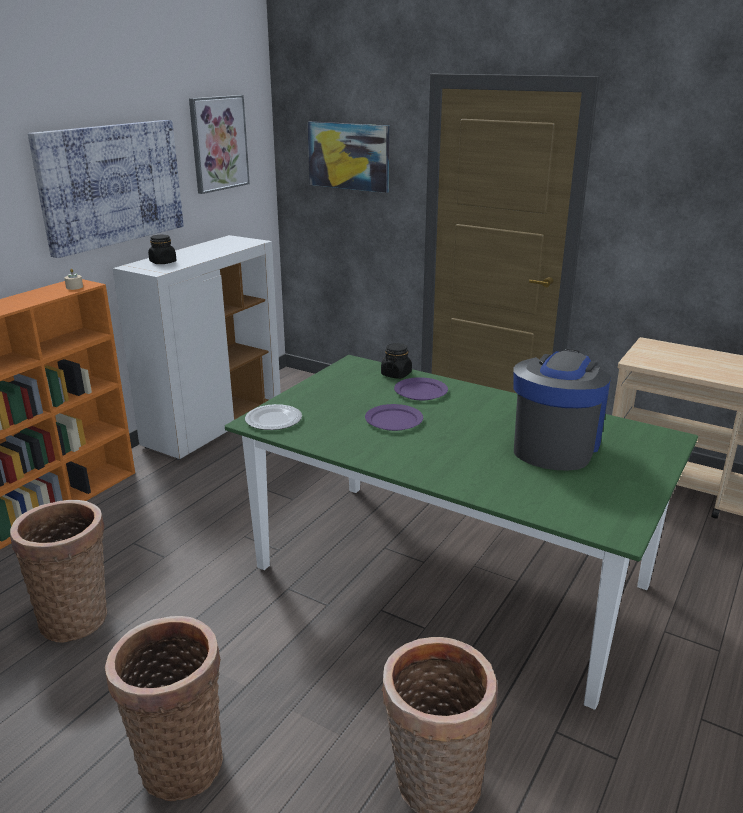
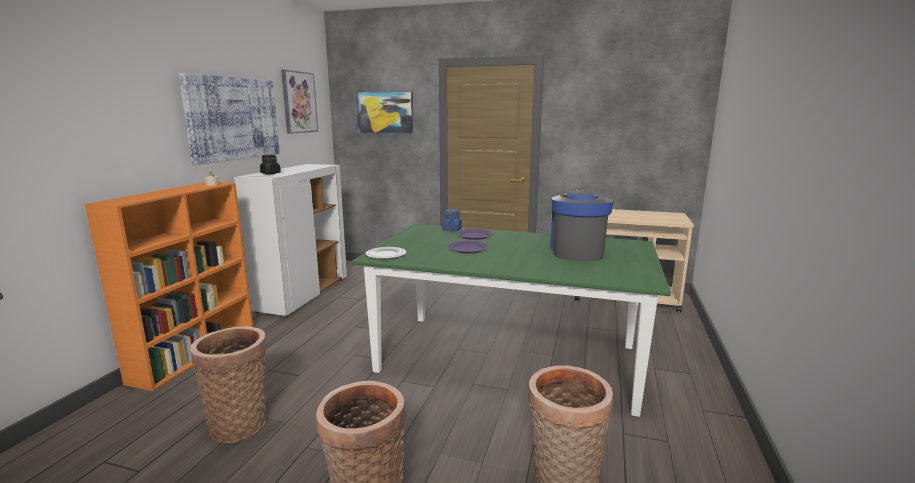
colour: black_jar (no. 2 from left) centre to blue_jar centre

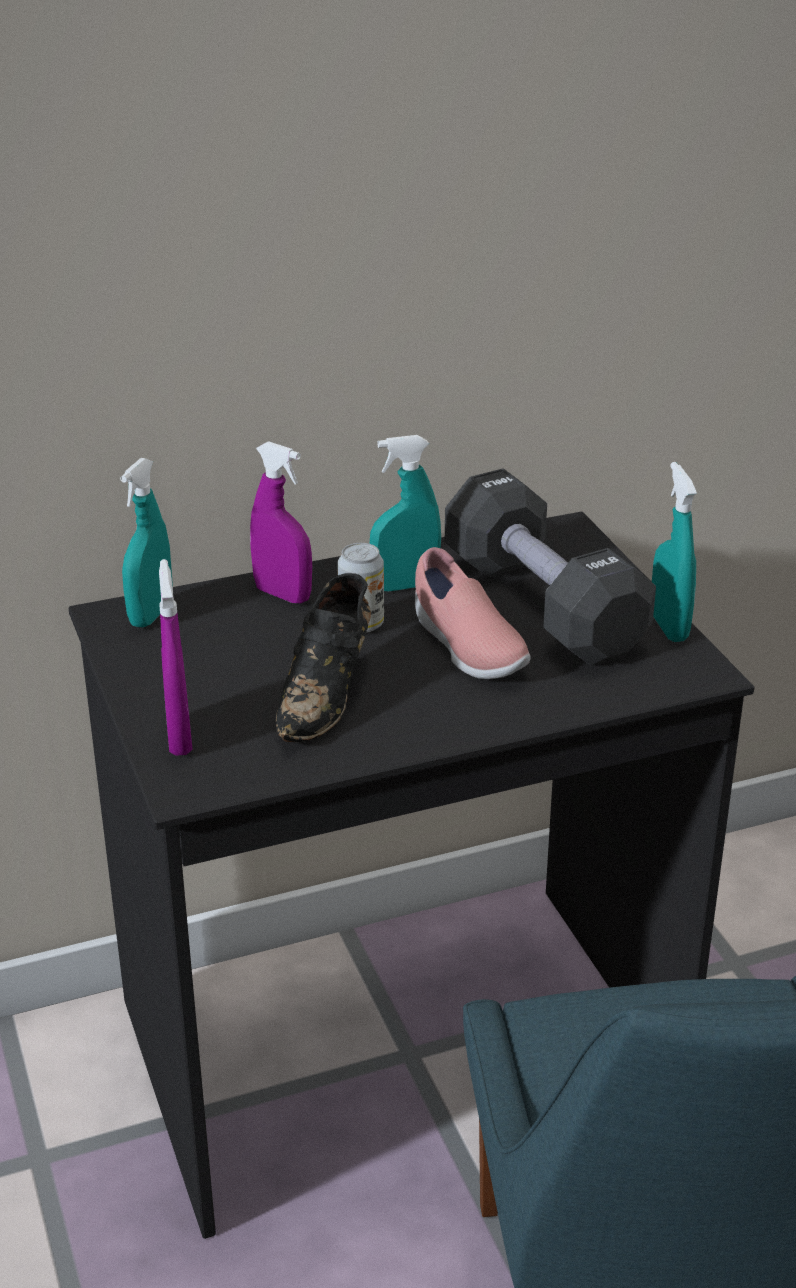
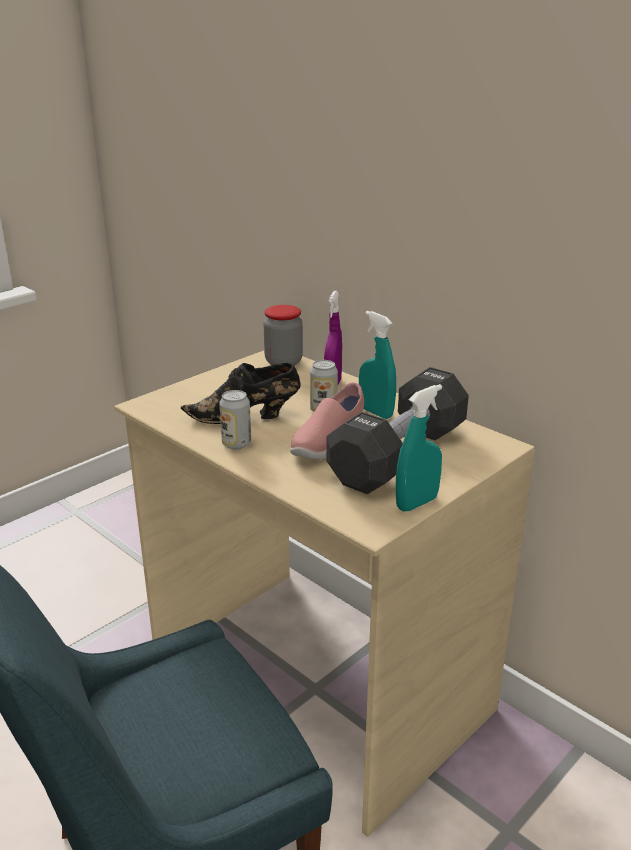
missing: purple_spray_bottle (no. 1 from left) middle left
appeared: can (no. 1 from left) centre
exchanged: turquoise_spray_bottle (no. 1 from left) middle left to jar centre
colour: black_desk bottom centre to beige_desk bottom centre

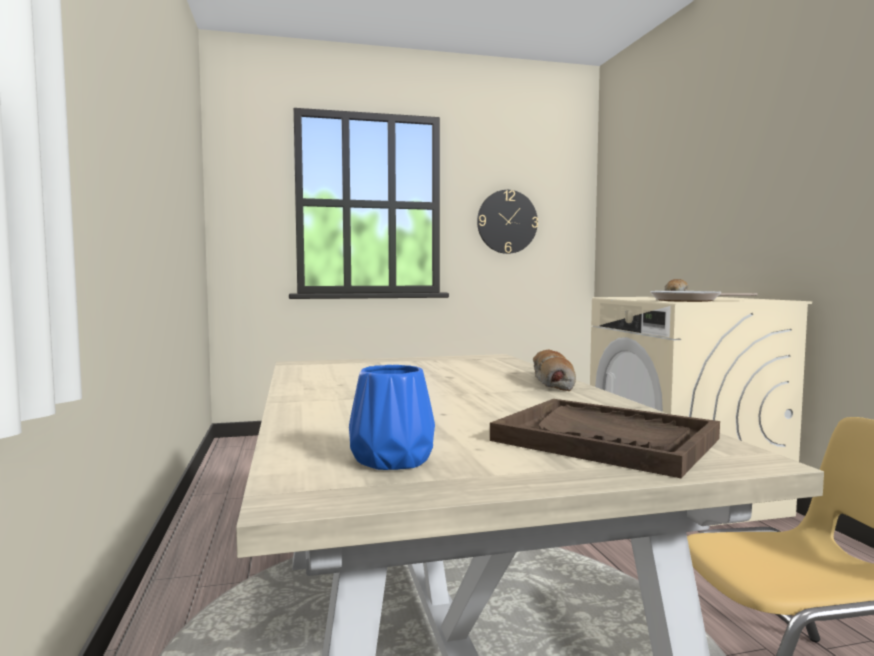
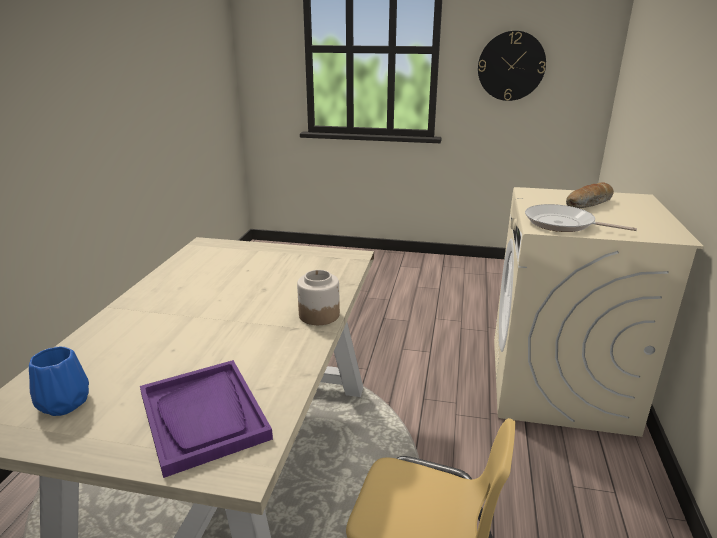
exchanged: bread (no. 1 from left) centre to jar centre
colour: brown_tray bottom right to purple_tray bottom left

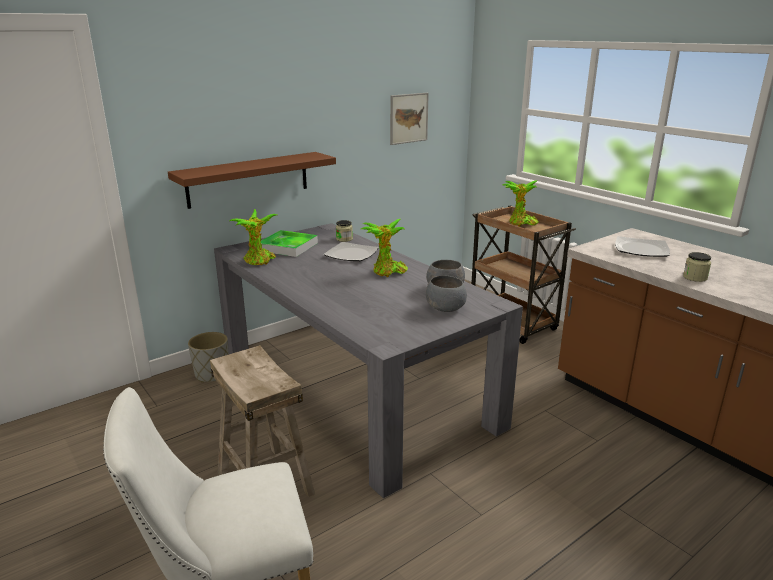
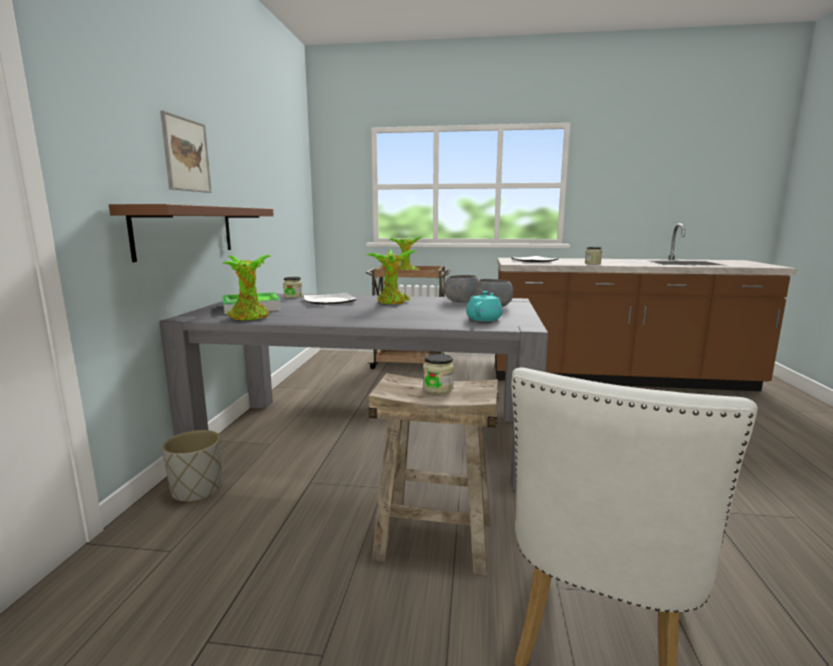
appeared: turquoise_teapot centre; jar (no. 2 from left) centre
relocated: picture top centre to top left

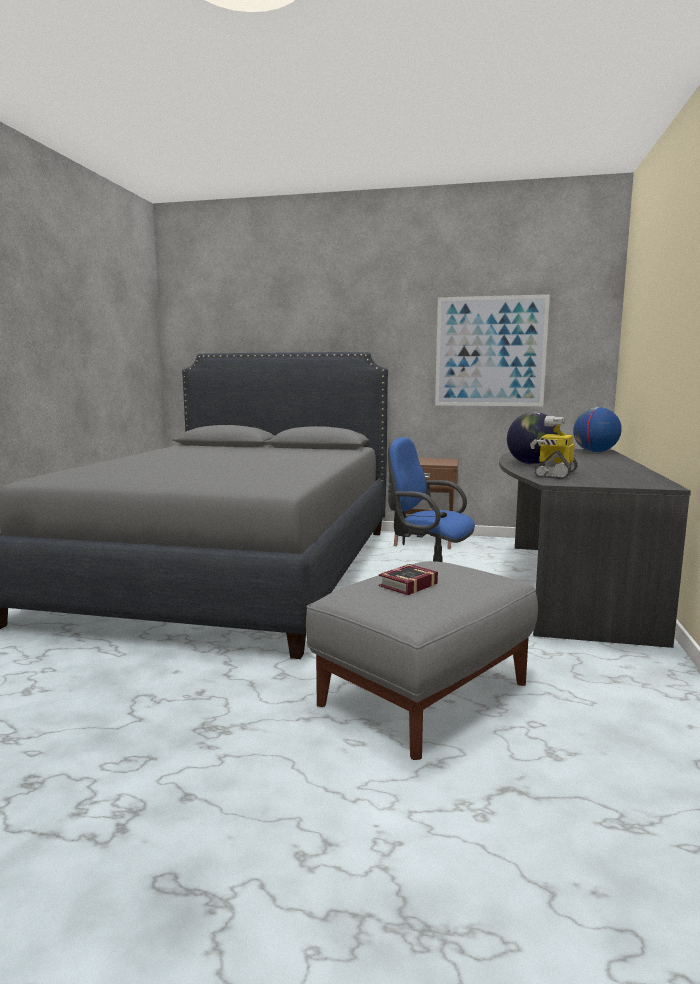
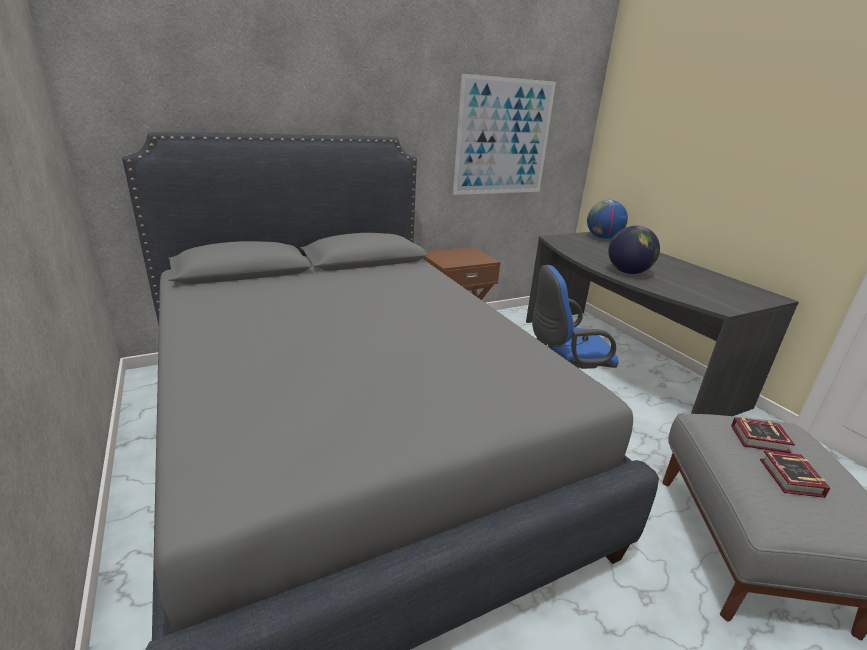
missing: toy_robot middle right
appeared: book (no. 1 from left) bottom right

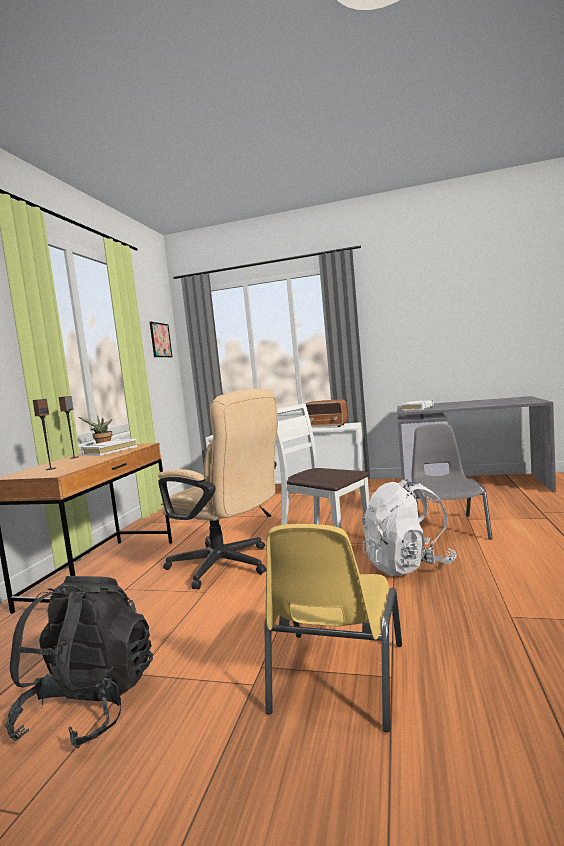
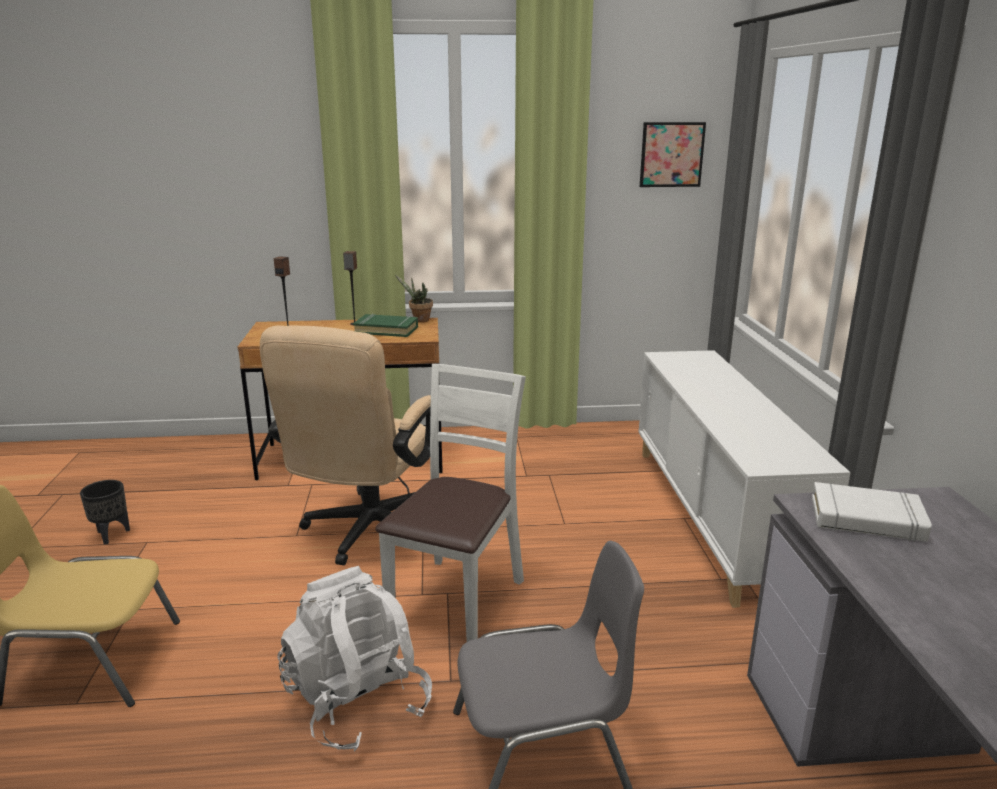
missing: radio centre
exchanged: black_backpack bottom left to black_planter middle left
colour: white_book (no. 1 from left) middle left to green_book centre

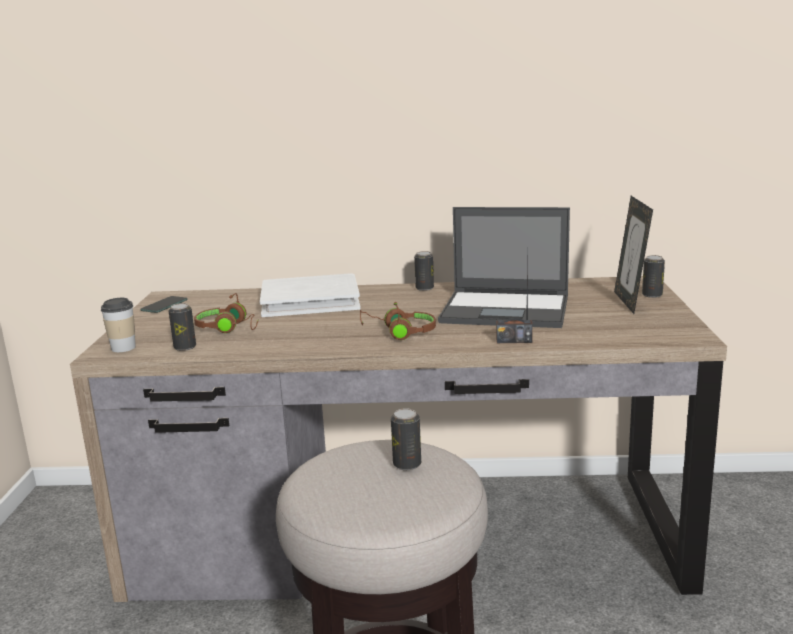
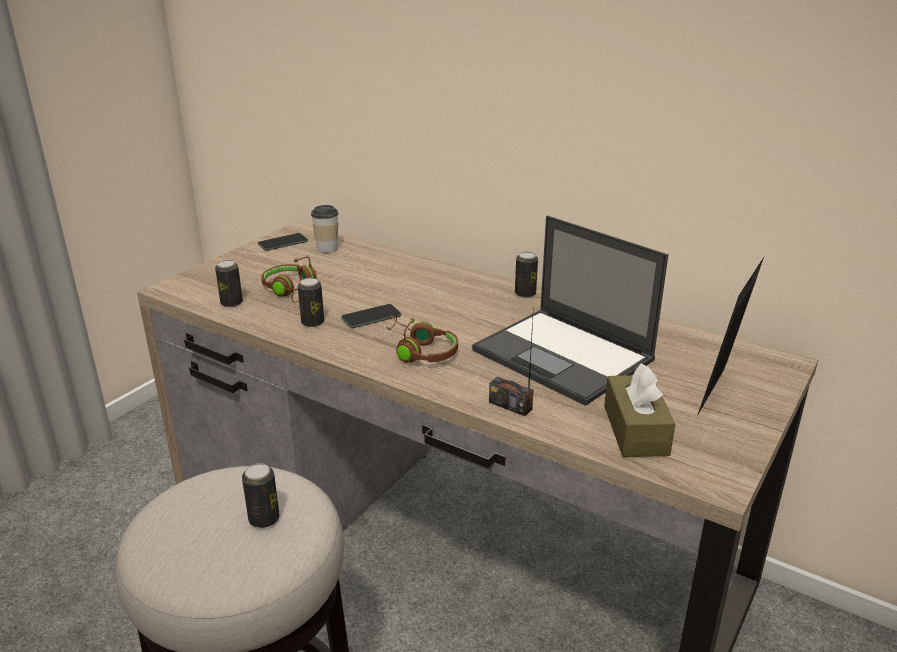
missing: white_book centre
appeared: phone (no. 2 from left) centre; brown_tissue_box middle right
relocated: can (no. 4 from left in the first image) middle right to can (no. 3 from left) centre; cup middle left to centre

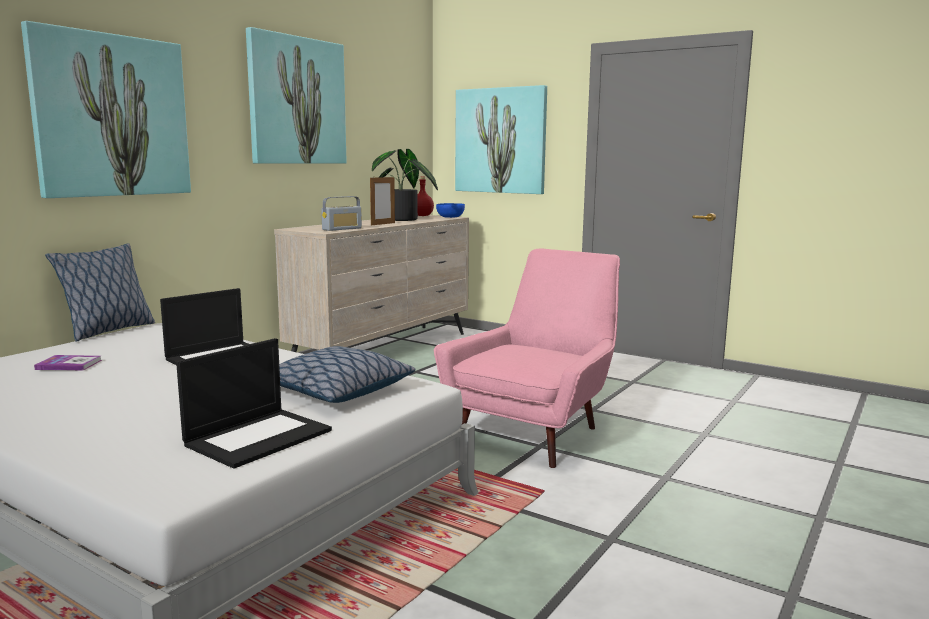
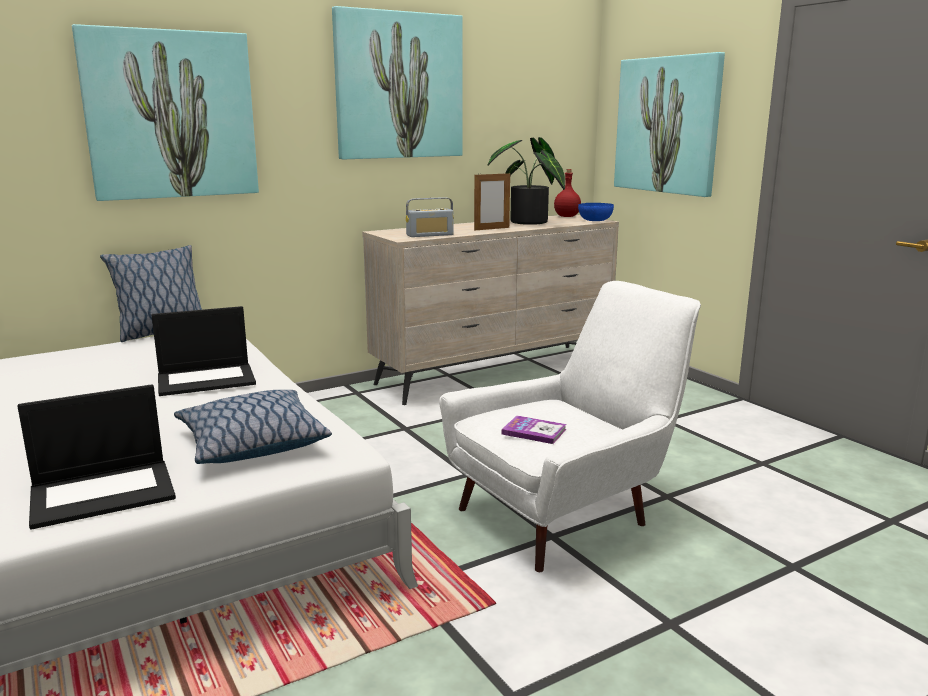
relocated: book middle left to centre
colour: pink_armchair centre to white_armchair centre

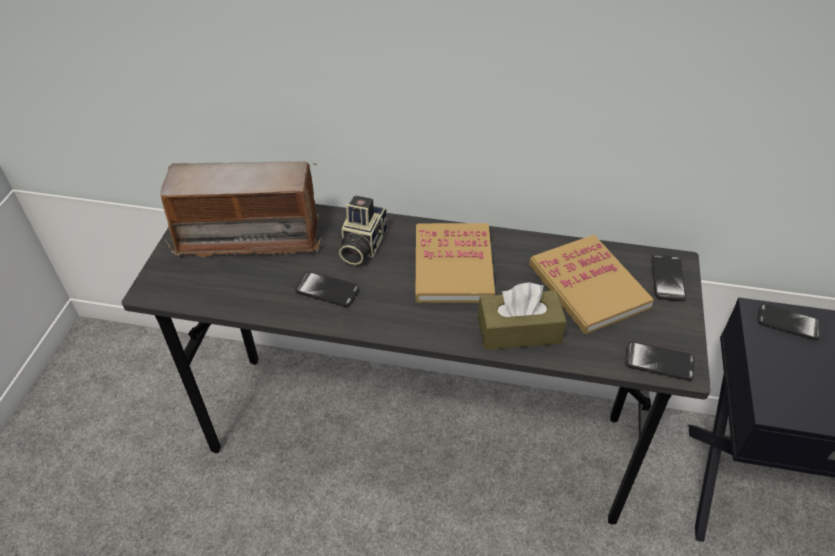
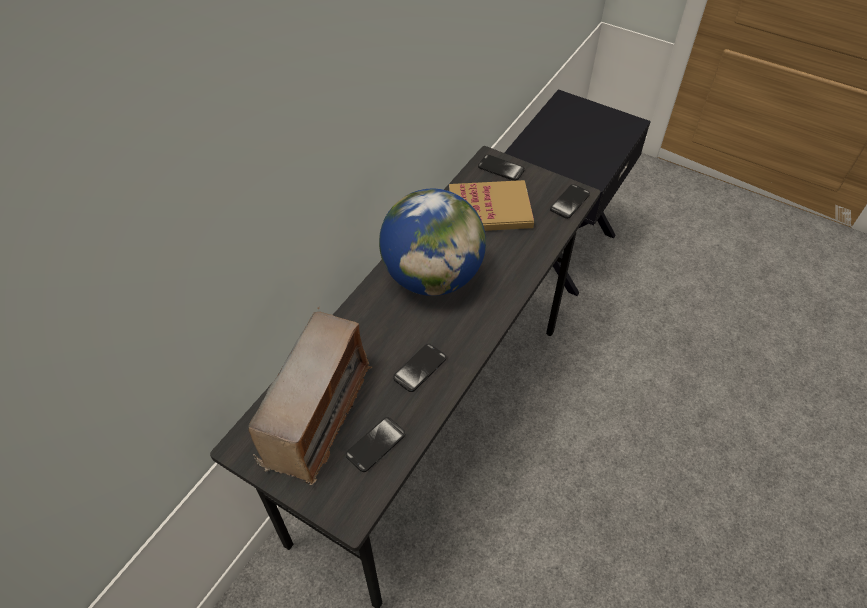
missing: photo_camera centre; brown_tissue_box centre
relocated: phone (no. 4 from left in the first image) middle right to phone (no. 1 from left) bottom centre
exchanged: book (no. 1 from left) centre to globe centre

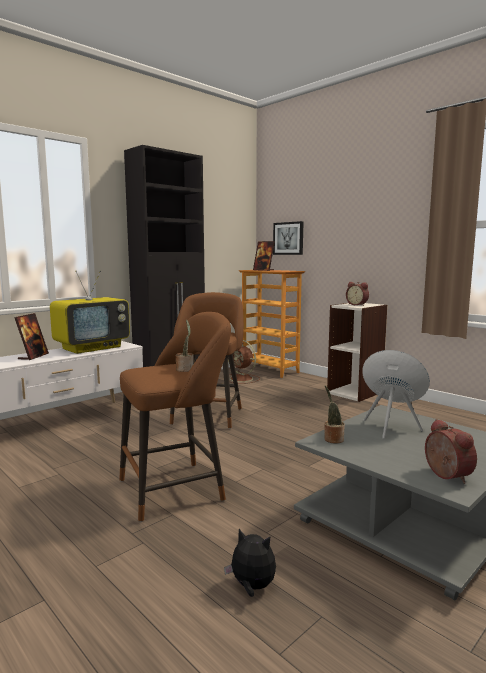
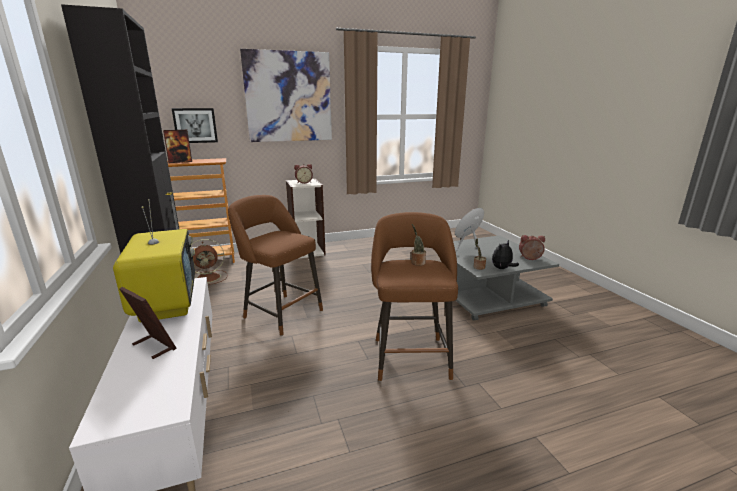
appeared: picture (no. 2 from left) top centre
relocated: plush_toy bottom centre to middle right

